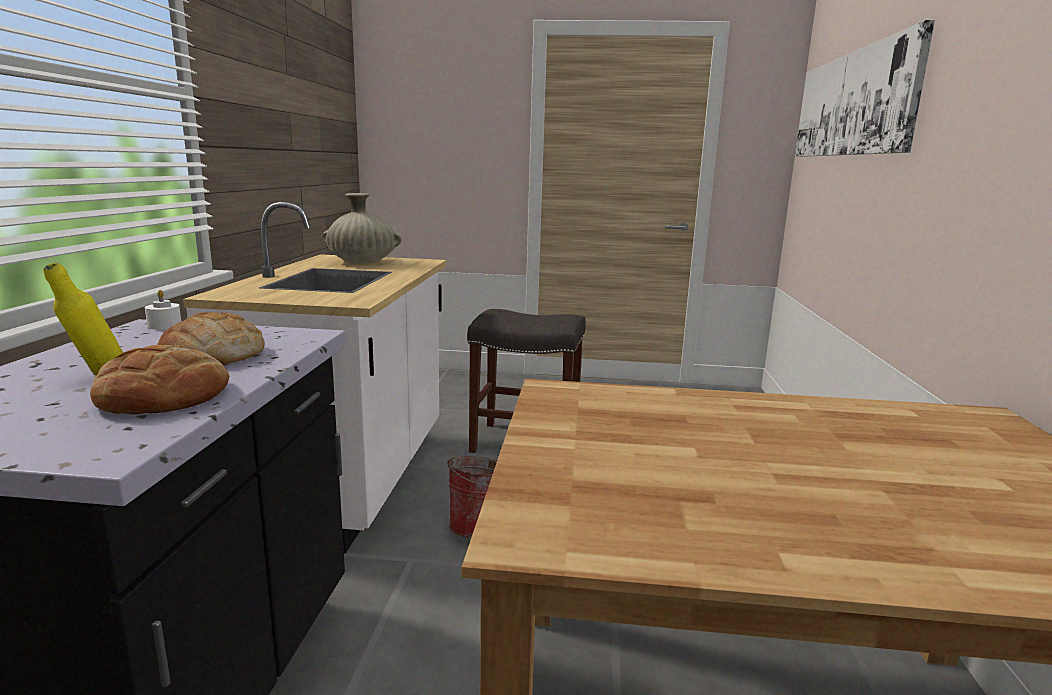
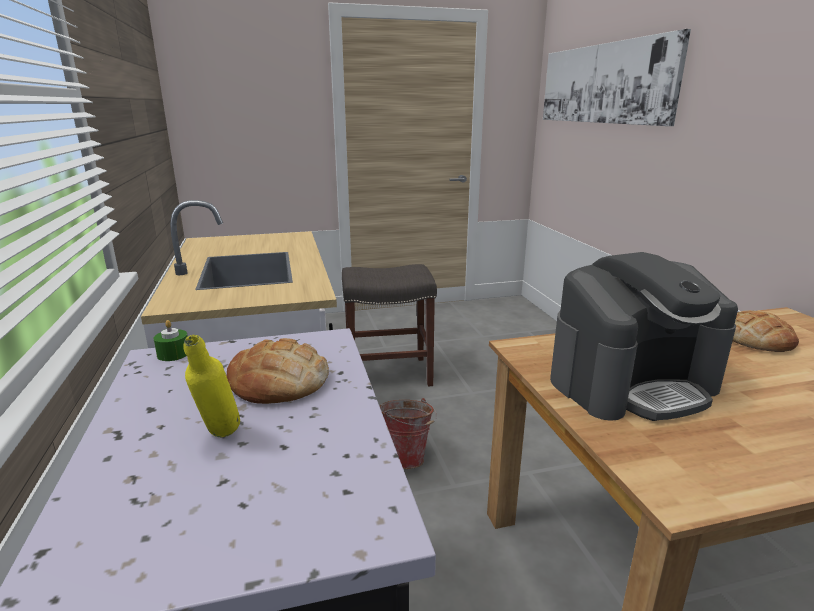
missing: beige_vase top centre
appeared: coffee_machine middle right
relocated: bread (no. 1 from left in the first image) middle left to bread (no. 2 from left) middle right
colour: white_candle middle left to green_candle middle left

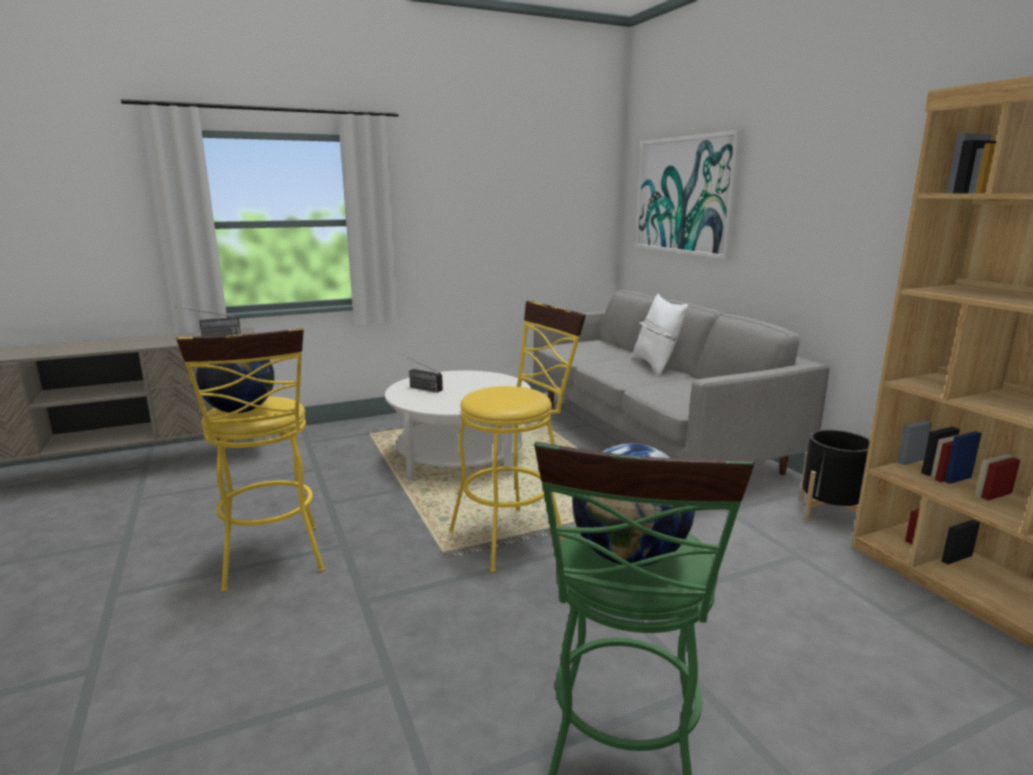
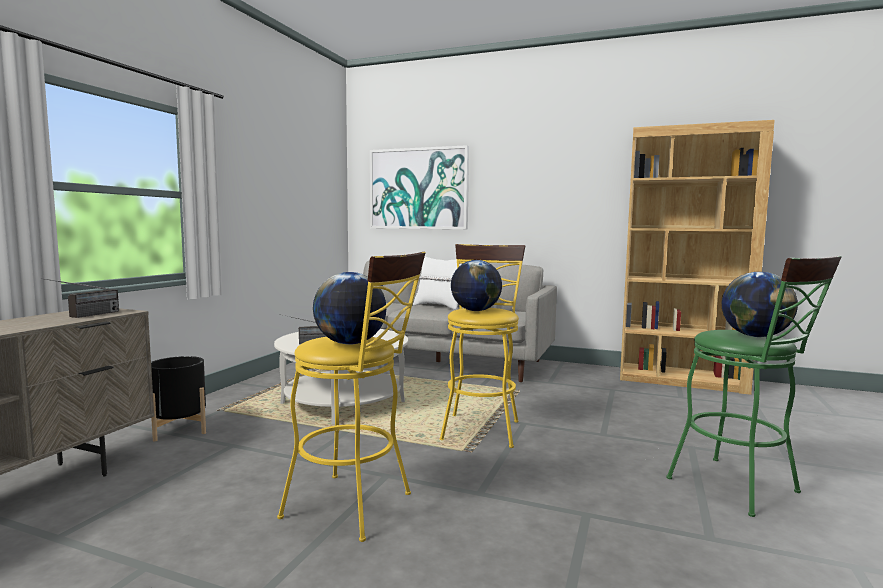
appeared: globe (no. 2 from left) centre
relocated: black_planter middle right to bottom left

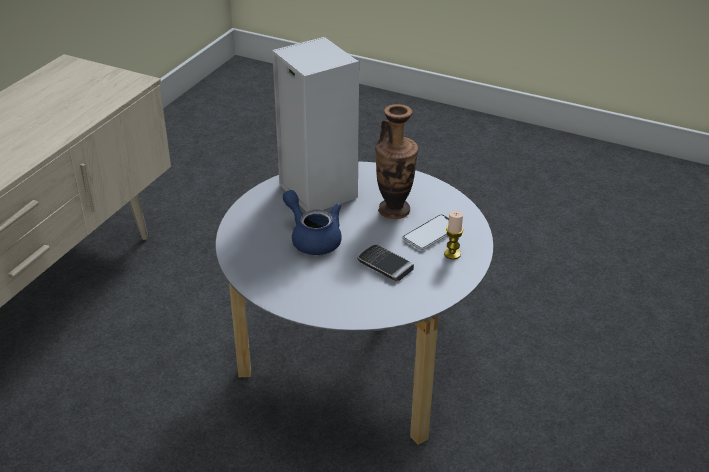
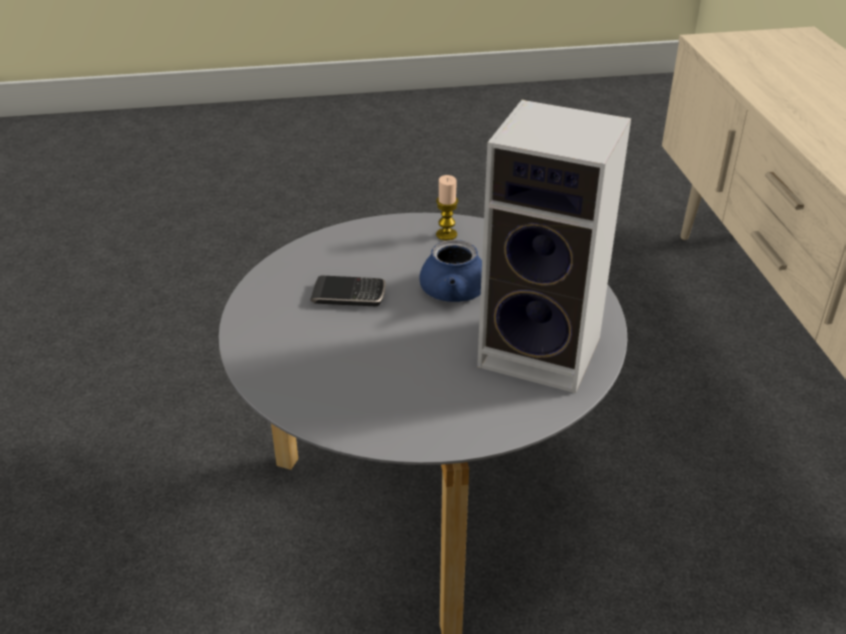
missing: vase centre; phone (no. 2 from left) centre
relocated: candle centre to top centre

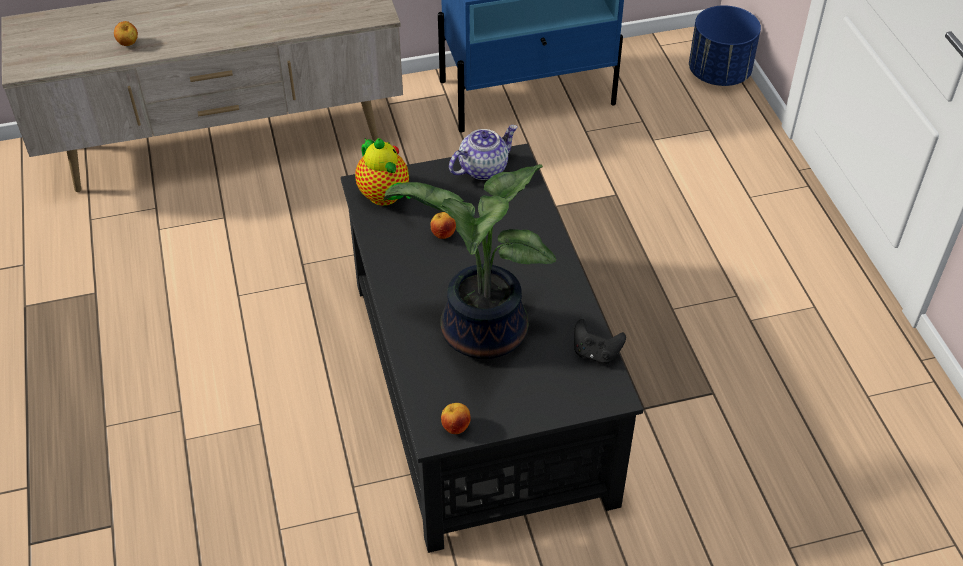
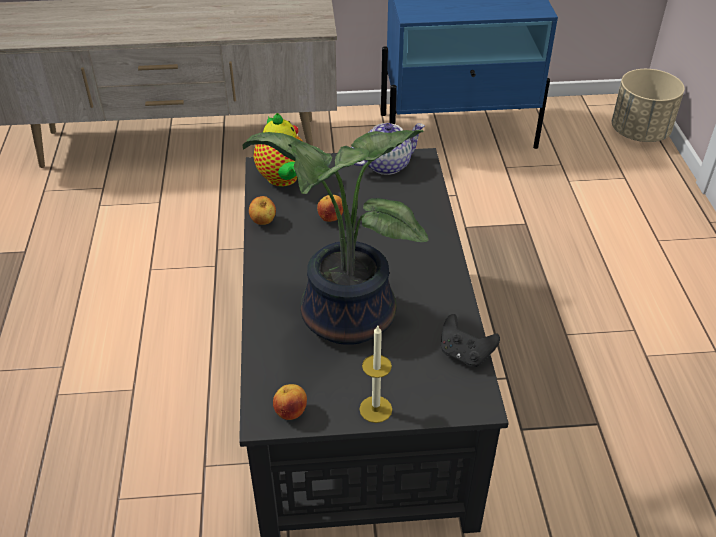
appeared: candle bottom centre
relocated: apple (no. 1 from left) top left to centre
colour: blue_planter top right to beige_planter top right

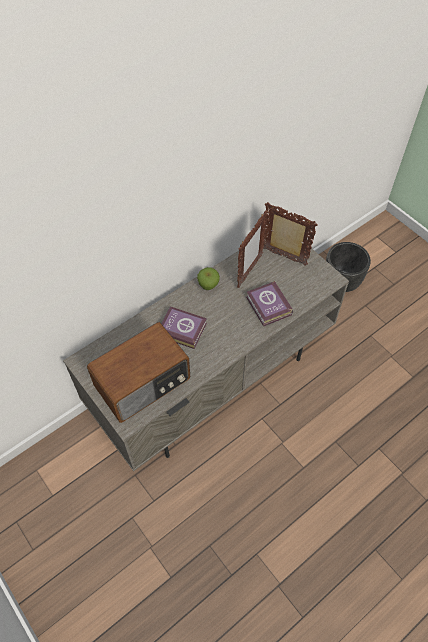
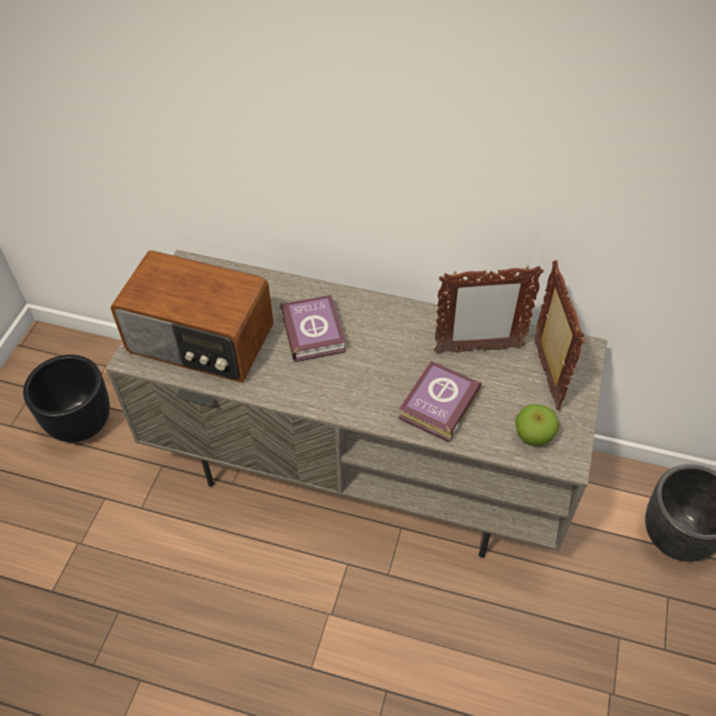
appeared: black_planter (no. 1 from left) middle left
relocated: apple centre to middle right

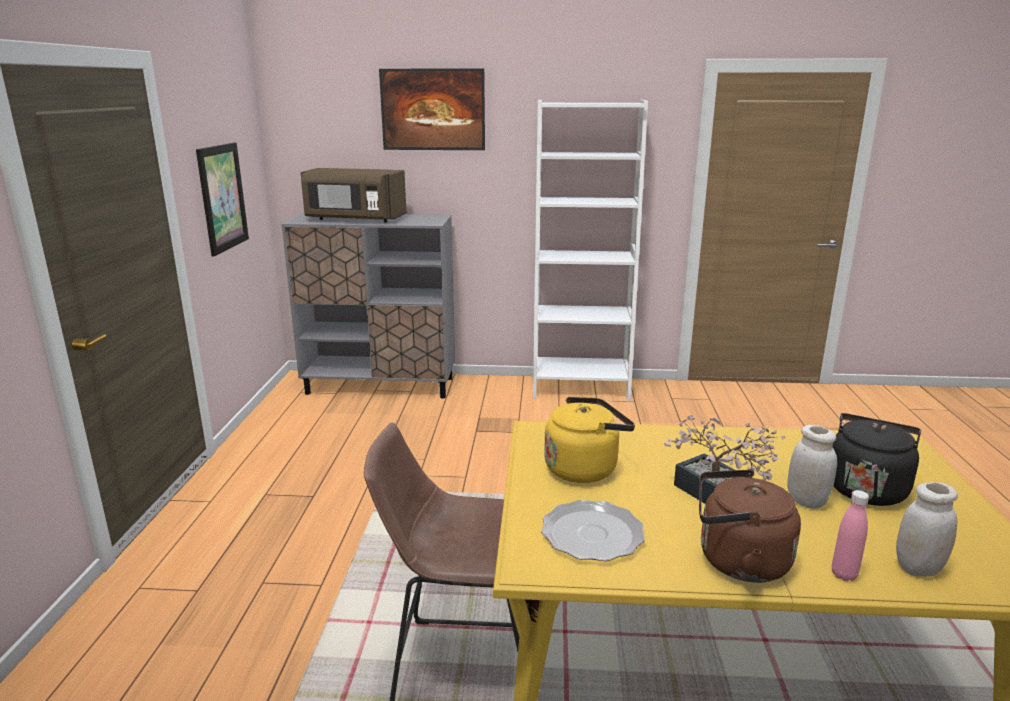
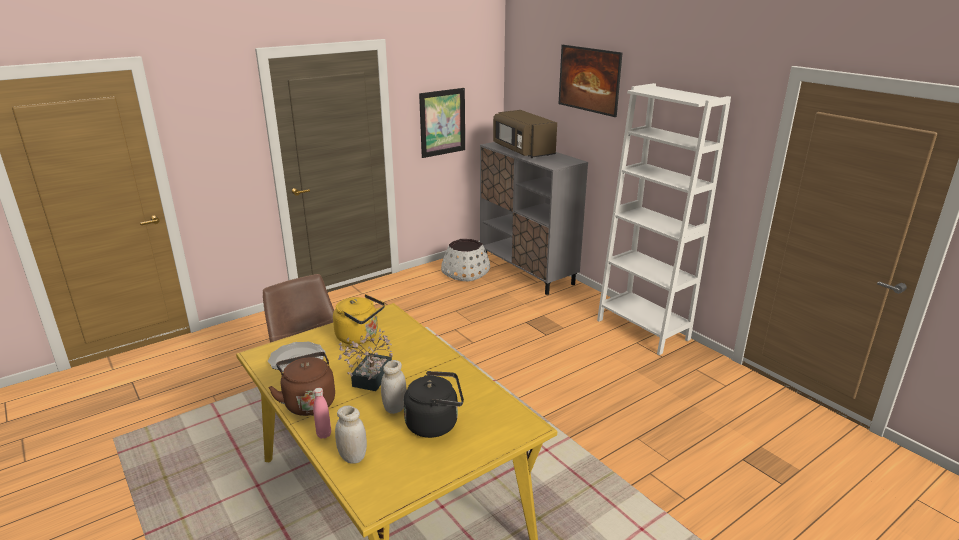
appeared: white_planter centre

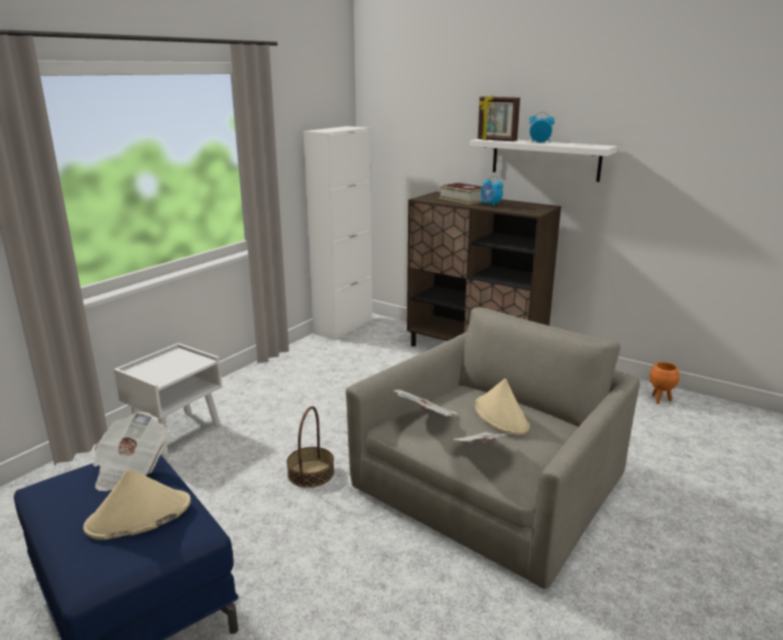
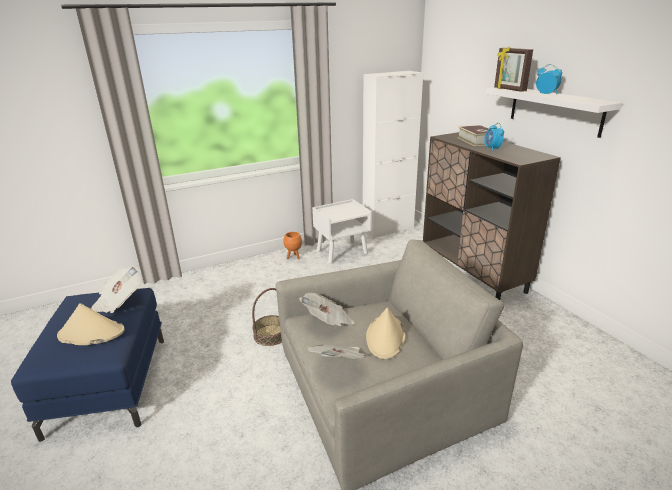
relocated: white_nightstand middle left to centre; orange_planter middle right to centre

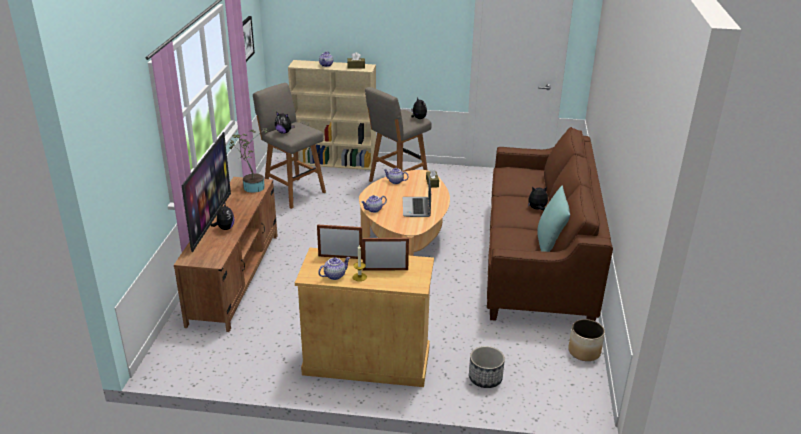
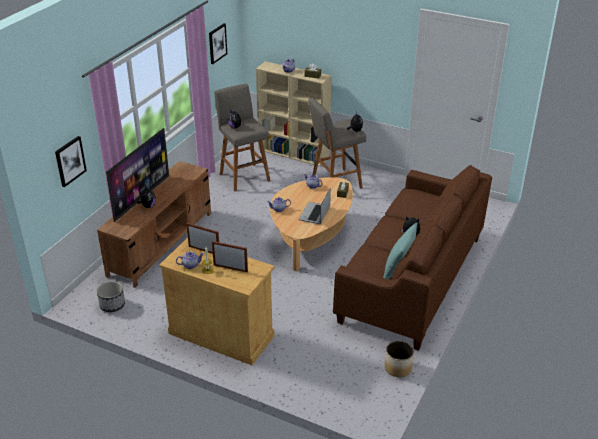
missing: potted_plant middle left
appeared: picture (no. 1 from left) middle left
relocated: planter (no. 1 from left) bottom centre to bottom left

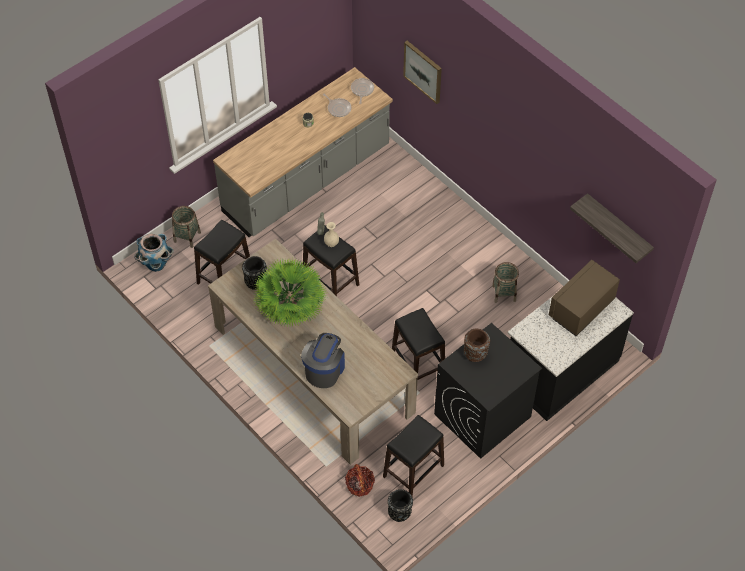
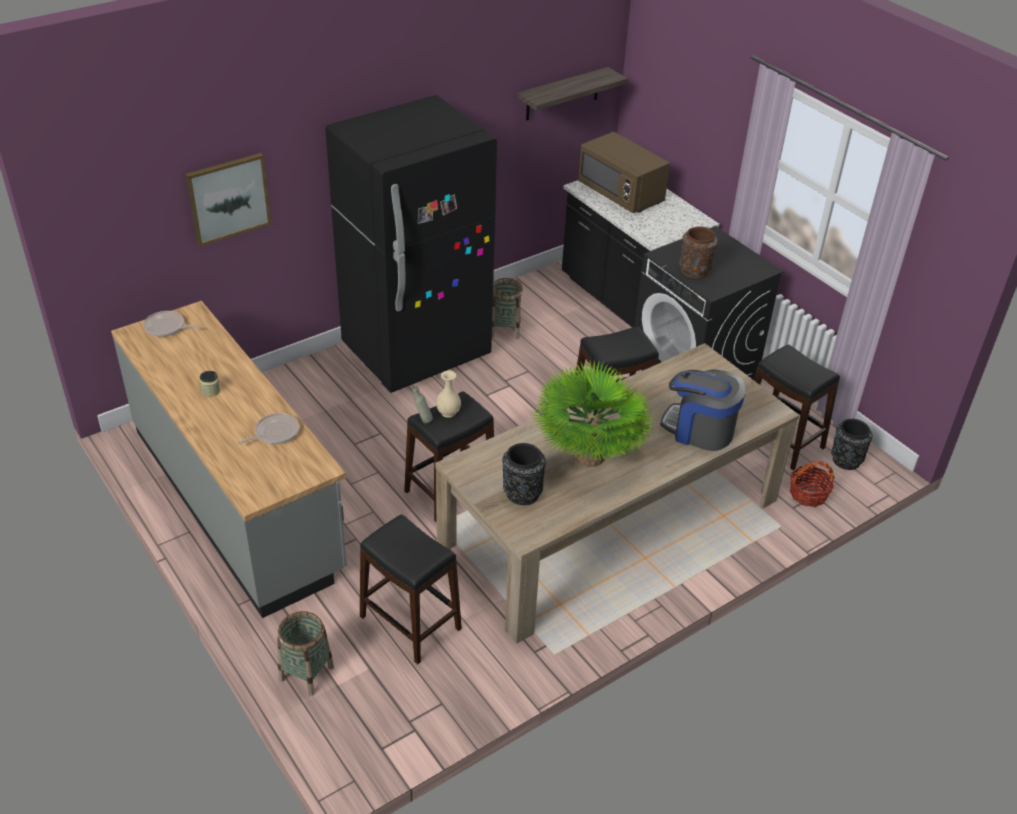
missing: planter middle left
appeared: black_fridge top centre
relocated: frying_pan (no. 1 from left in the first image) top centre to frying_pan (no. 2 from left) middle left

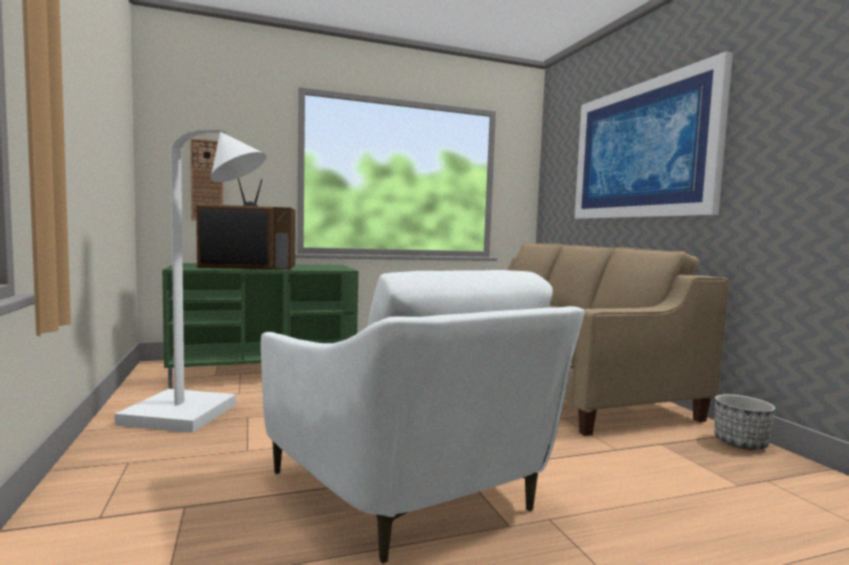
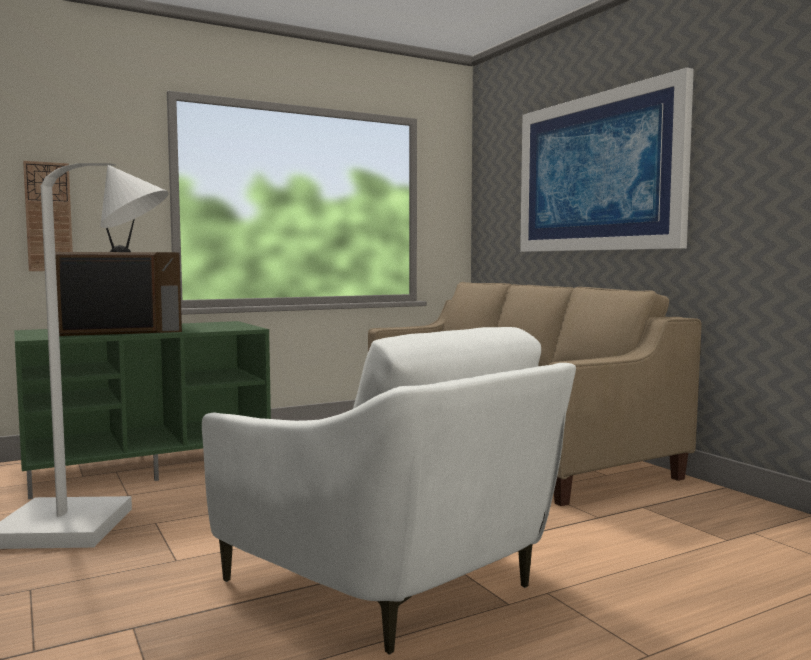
missing: planter bottom right

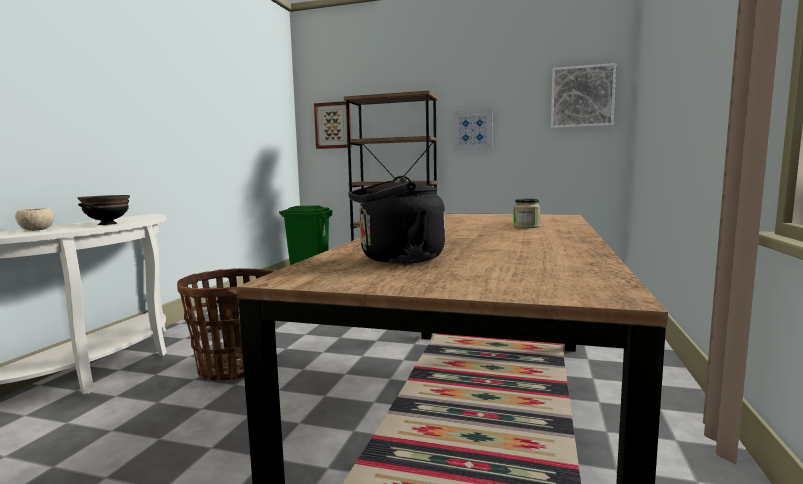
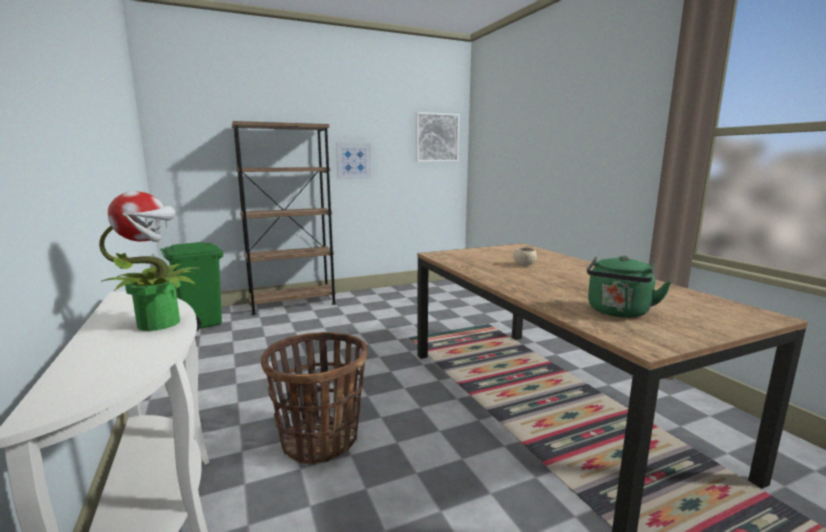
missing: picture (no. 1 from left) top centre; jar centre
relocated: beige_bowl middle left to centre
exchanged: black_bowl middle left to potted_plant middle left
colour: black_kettle centre to green_kettle middle right

